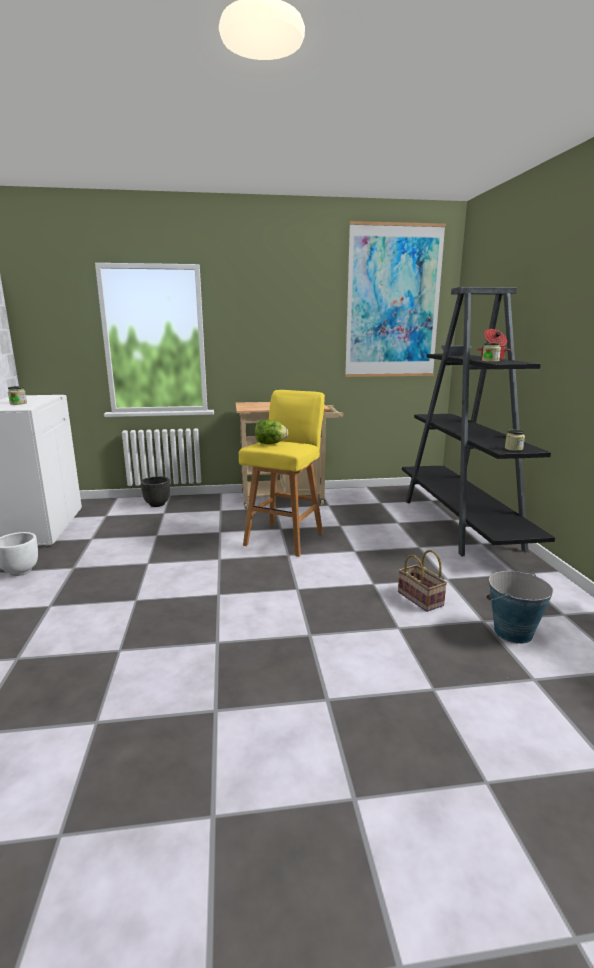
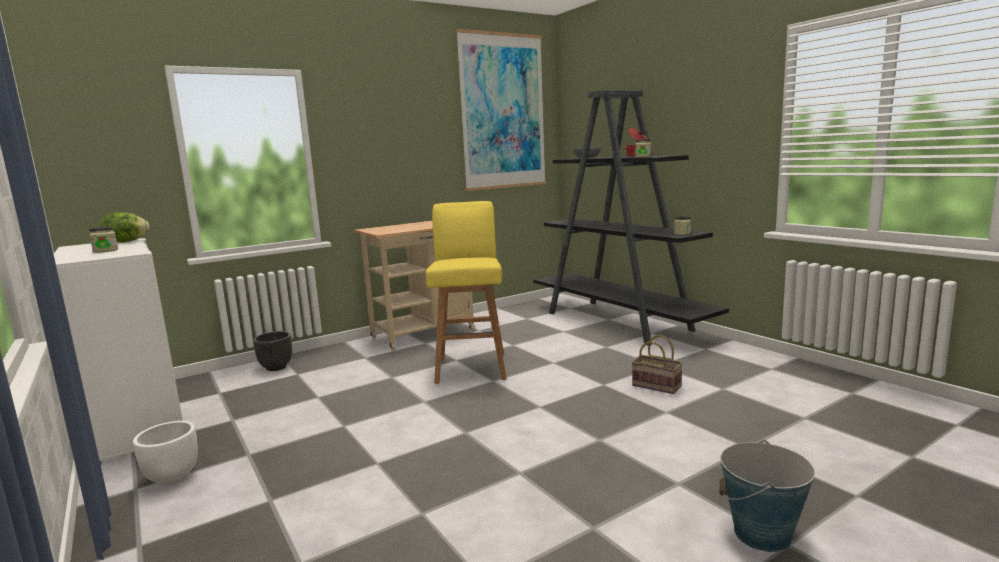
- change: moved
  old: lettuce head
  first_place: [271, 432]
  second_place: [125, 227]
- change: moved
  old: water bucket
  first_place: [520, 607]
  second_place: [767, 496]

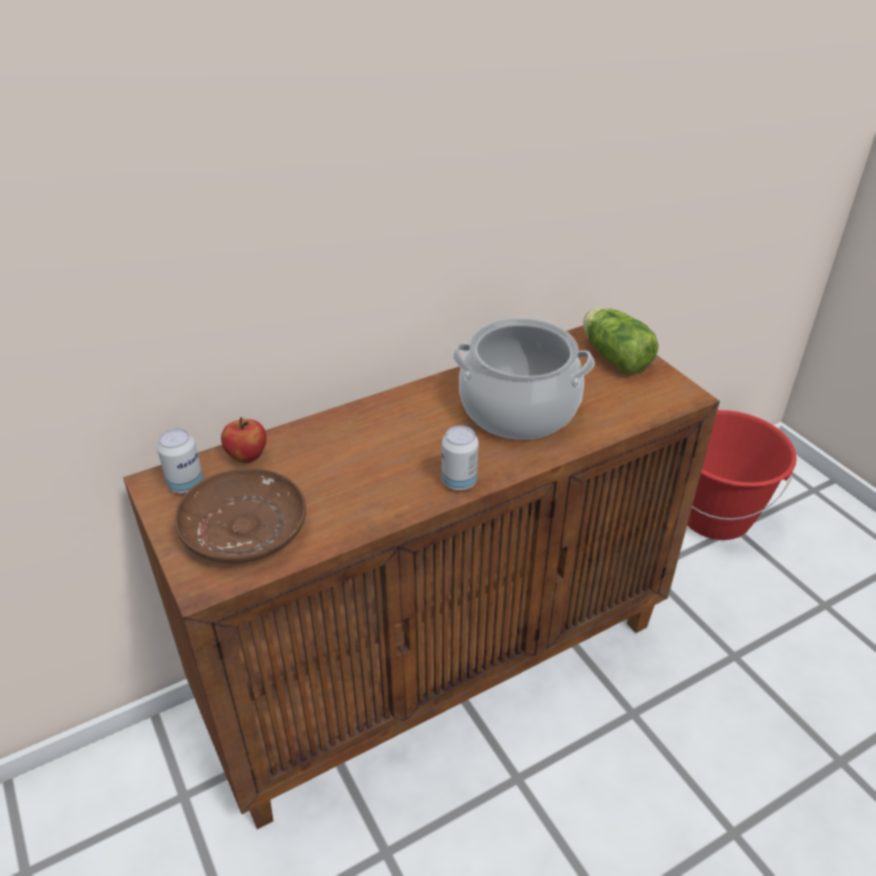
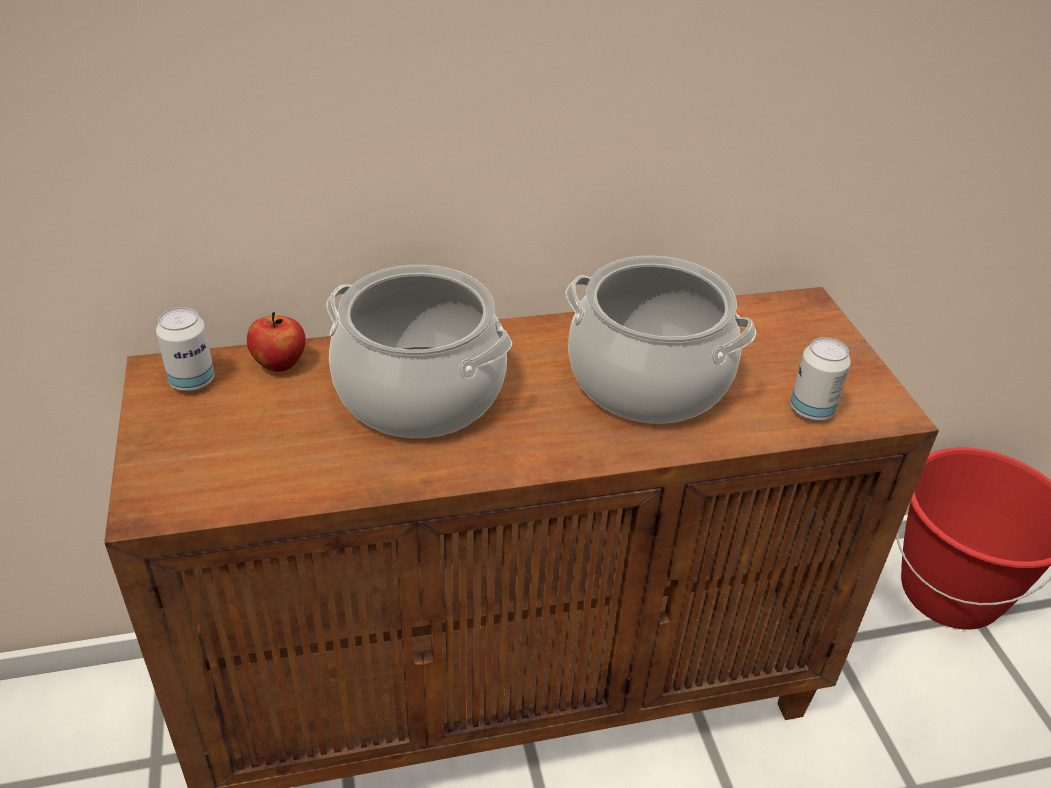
- change: removed
  old: lettuce head
  first_place: [621, 340]
- change: moved
  old: sealed can
  first_place: [460, 457]
  second_place: [820, 379]
- change: removed
  old: brown dinner plate
  first_place: [240, 515]
- change: added
  new: saucepot
  second_place: [419, 351]

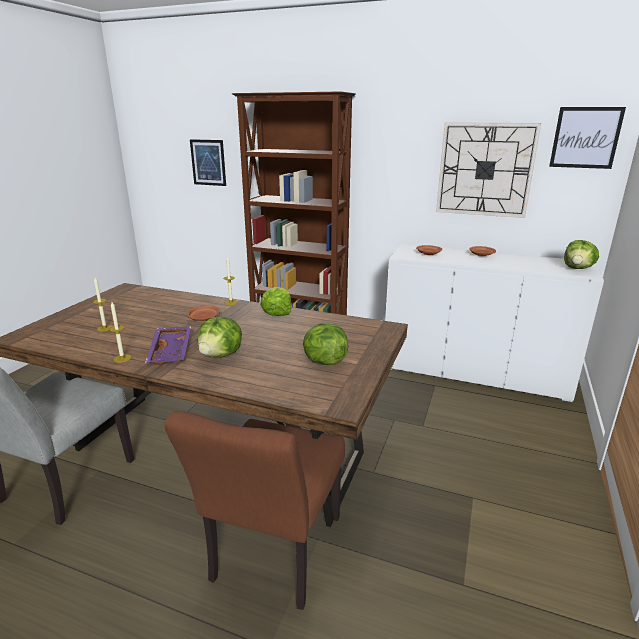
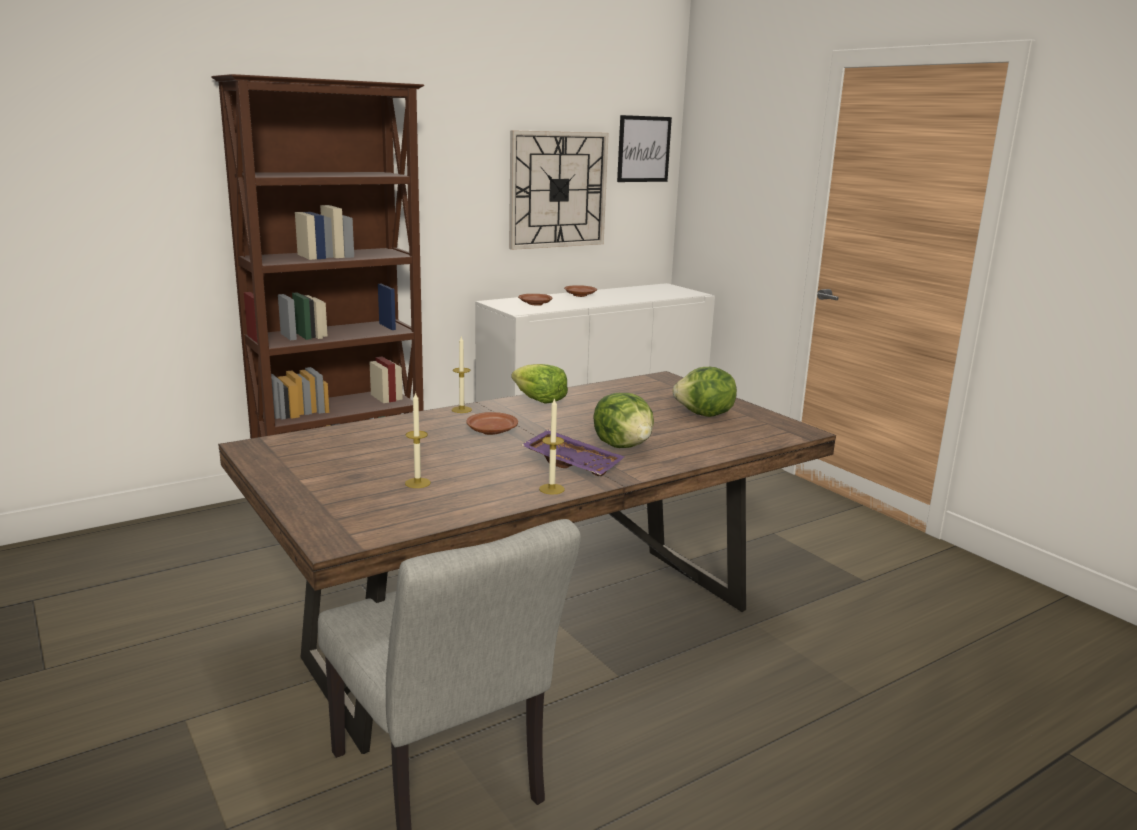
- change: removed
  old: picture
  first_place: [208, 162]
- change: removed
  old: lettuce head
  first_place: [581, 254]
- change: removed
  old: brown chair
  first_place: [254, 510]

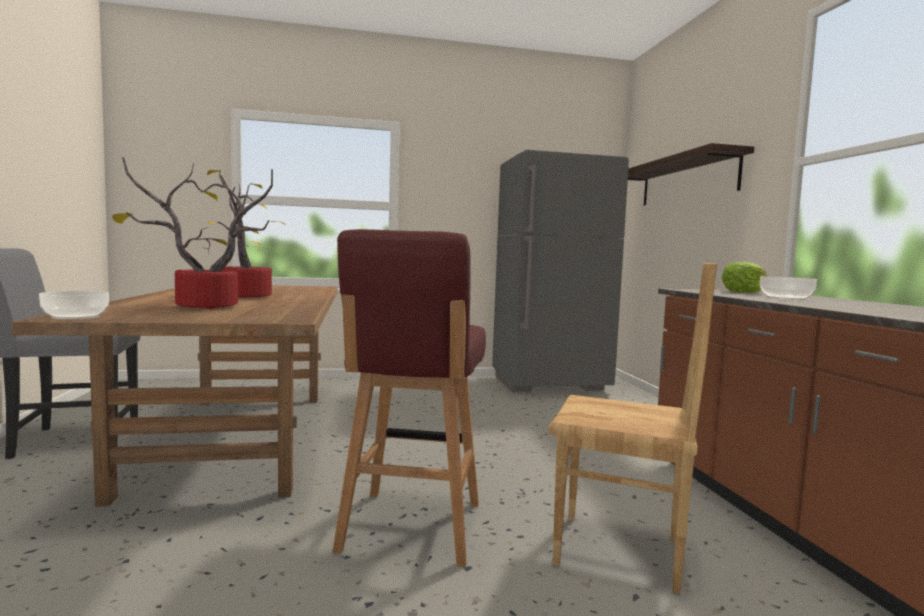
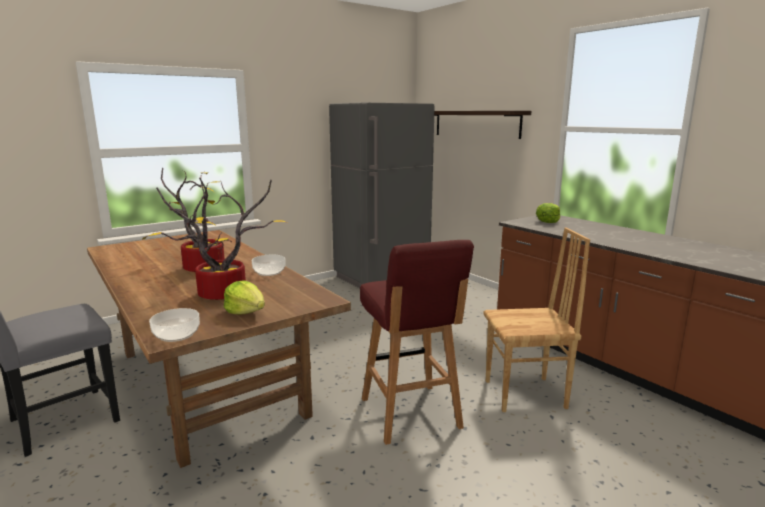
- change: moved
  old: bowl
  first_place: [788, 288]
  second_place: [269, 265]
- change: added
  new: lettuce head
  second_place: [244, 297]

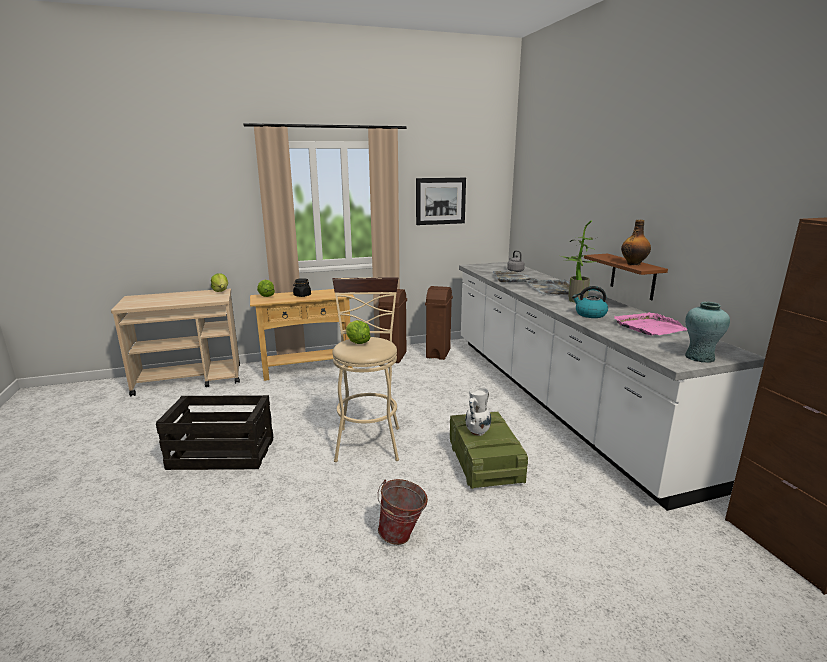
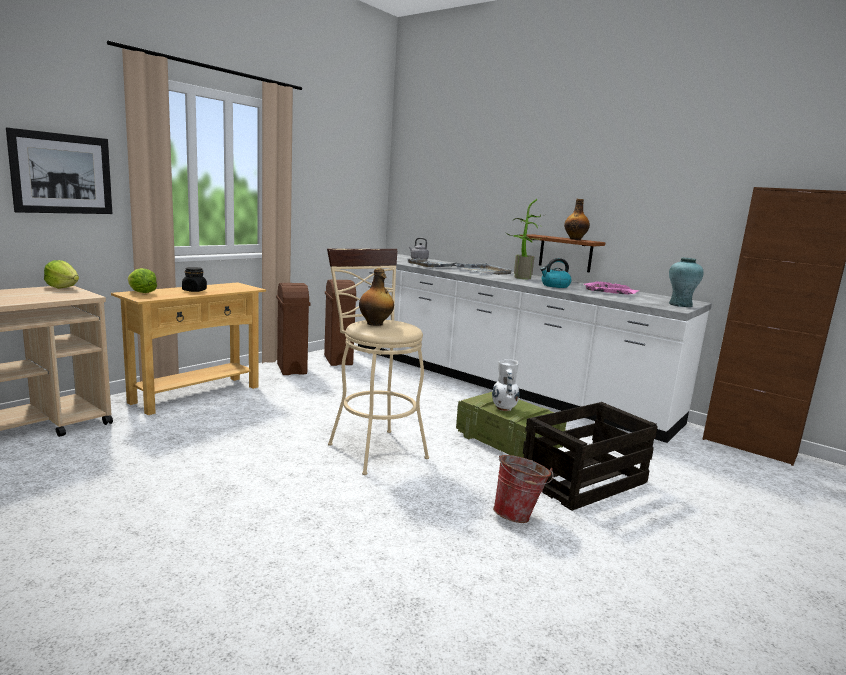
- change: moved
  old: picture
  first_place: [441, 201]
  second_place: [59, 170]
- change: replaced
  old: lettuce head
  new: bottle
  first_place: [358, 332]
  second_place: [376, 297]
- change: moved
  old: crate
  first_place: [215, 432]
  second_place: [590, 456]

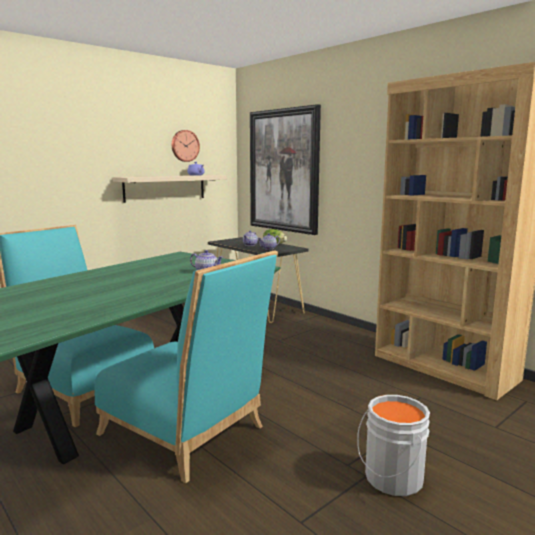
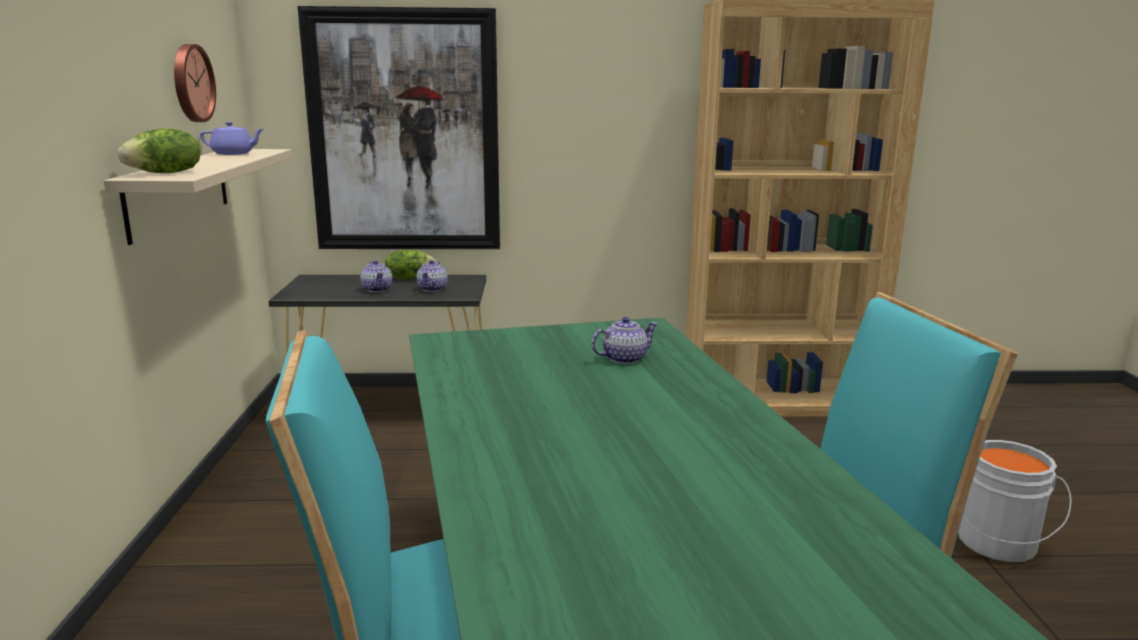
- change: added
  new: lettuce head
  second_place: [159, 150]

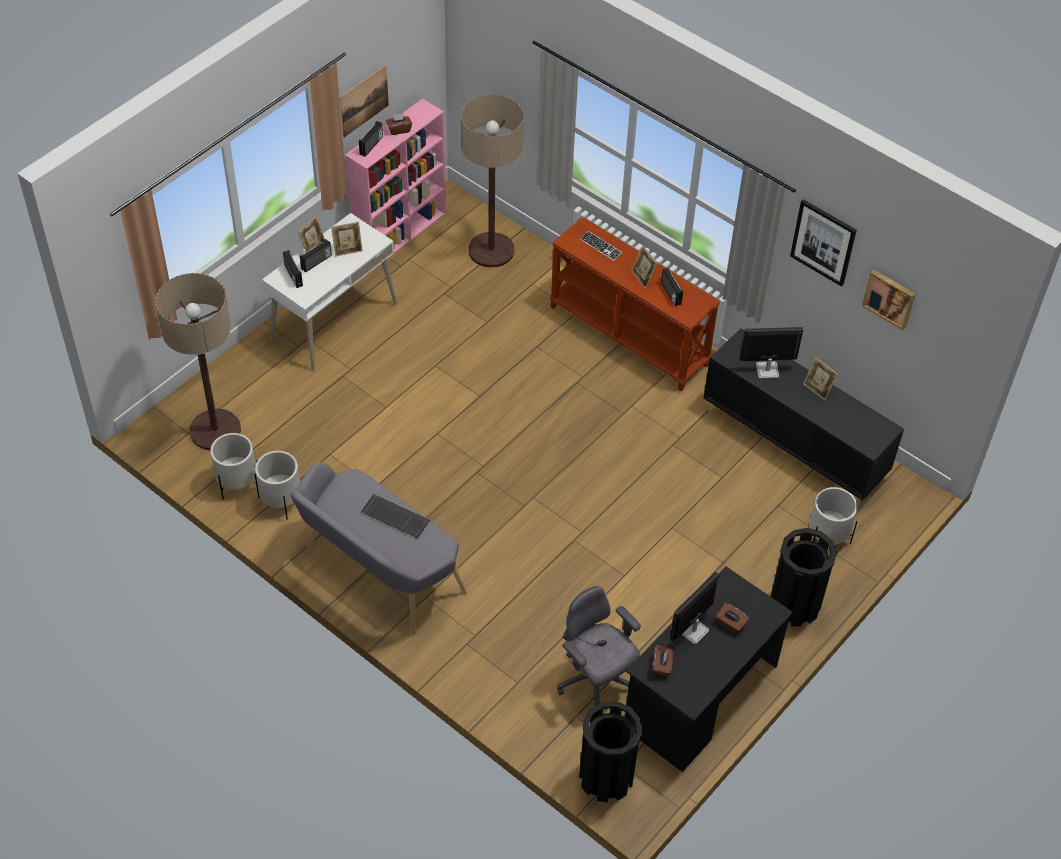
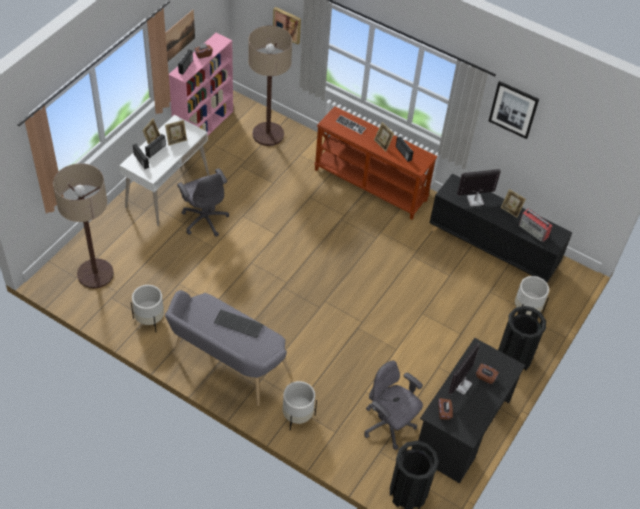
- change: moved
  old: picture
  first_place: [888, 300]
  second_place: [287, 26]
- change: moved
  old: white planter
  first_place: [233, 466]
  second_place: [300, 406]
- change: added
  new: greyish office chair
  second_place: [203, 202]
- change: added
  new: radio
  second_place: [535, 225]

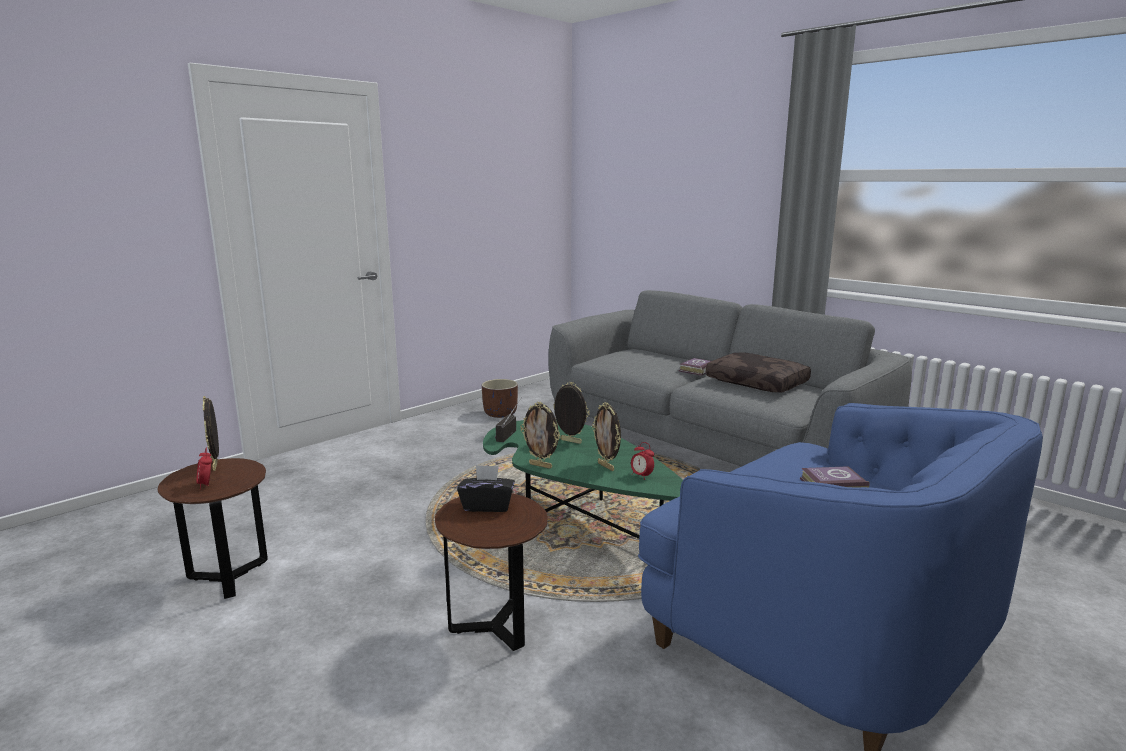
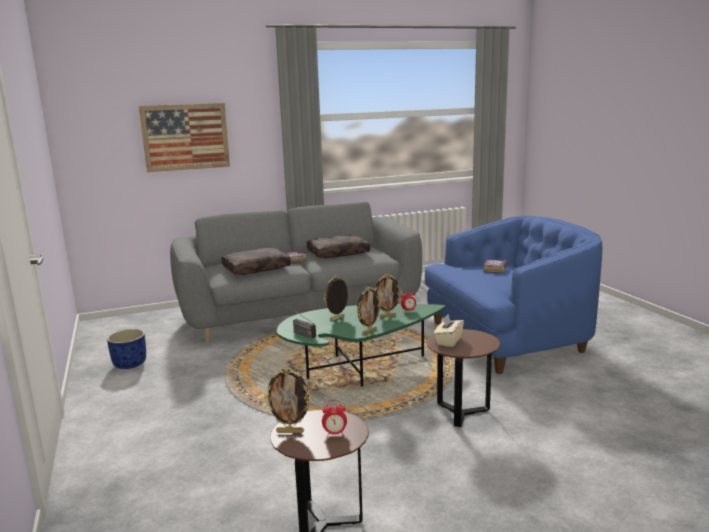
- change: recoloured
  old: brown planter
  new: blue-coloured planter
  first_place: [500, 398]
  second_place: [126, 349]
- change: recoloured
  old: blackish tissue box
  new: beige tissue box
  first_place: [486, 488]
  second_place: [449, 330]
- change: added
  new: picture
  second_place: [184, 137]
- change: added
  new: brown cushion
  second_place: [256, 261]

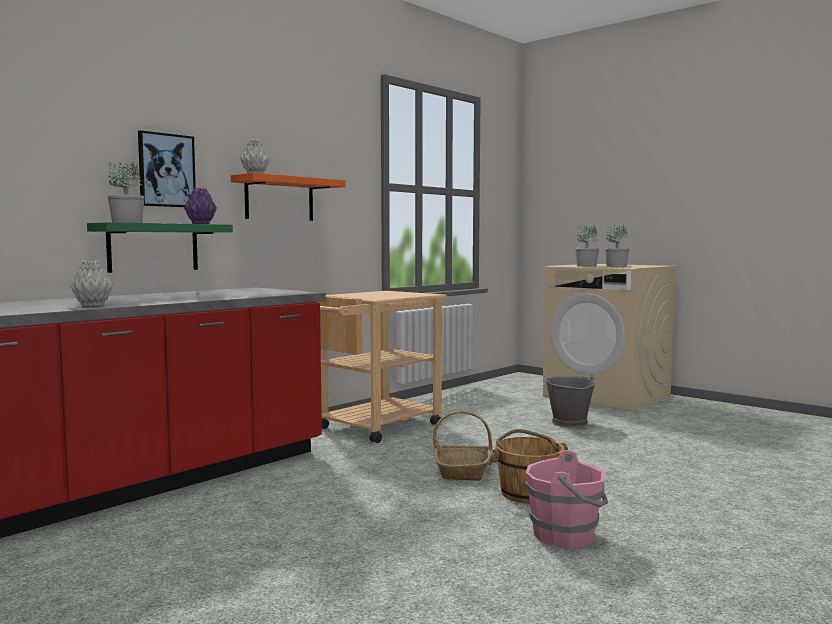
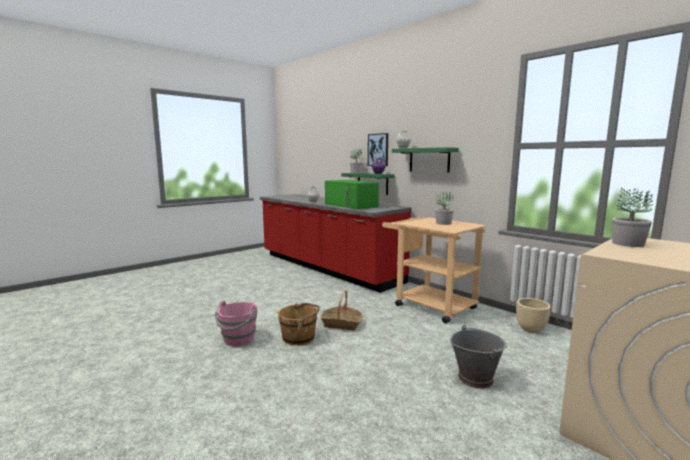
- change: recoloured
  old: orange shelf
  new: green-coloured shelf
  first_place: [288, 197]
  second_place: [425, 159]
- change: moved
  old: plant in a pot
  first_place: [617, 245]
  second_place: [444, 208]
- change: added
  new: green-coloured microwave oven
  second_place: [352, 195]
- change: added
  new: beige planter
  second_place: [533, 315]

